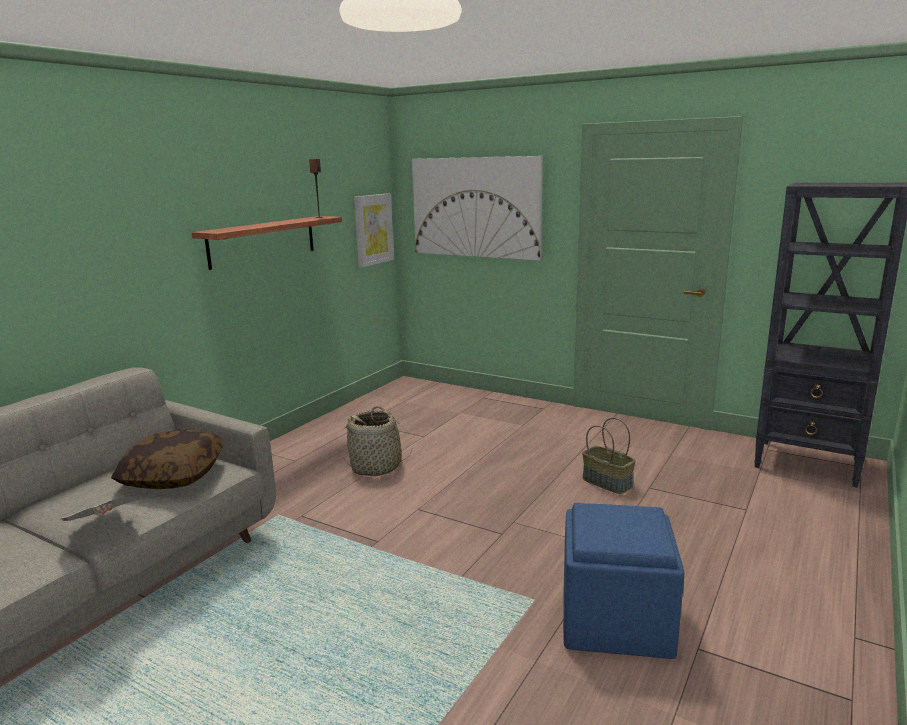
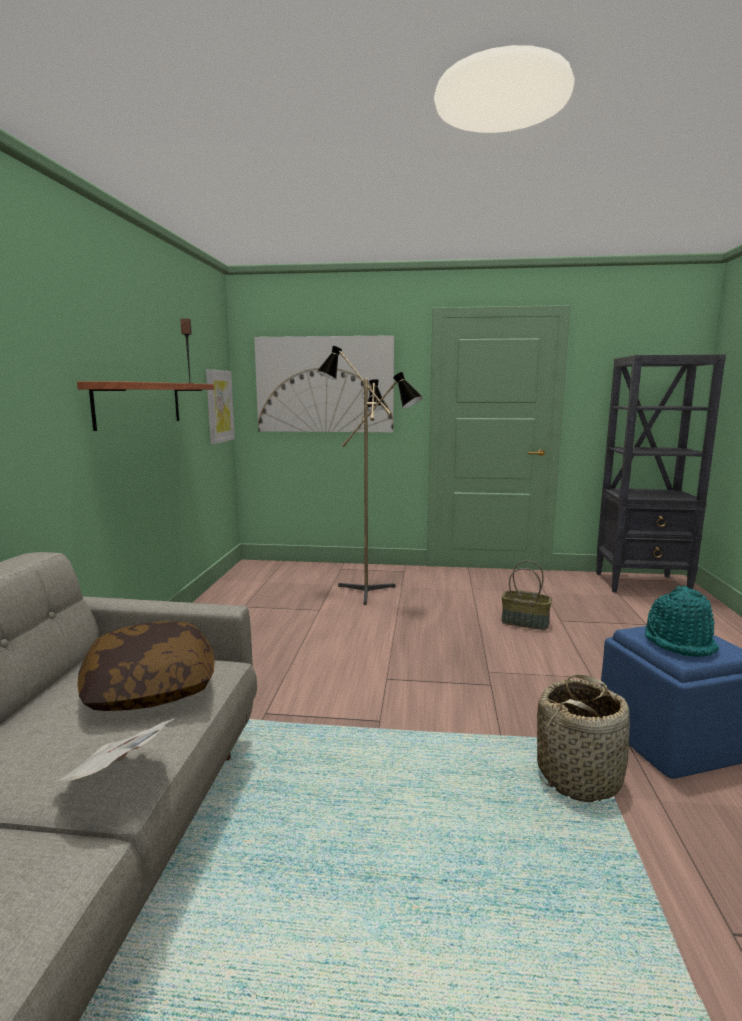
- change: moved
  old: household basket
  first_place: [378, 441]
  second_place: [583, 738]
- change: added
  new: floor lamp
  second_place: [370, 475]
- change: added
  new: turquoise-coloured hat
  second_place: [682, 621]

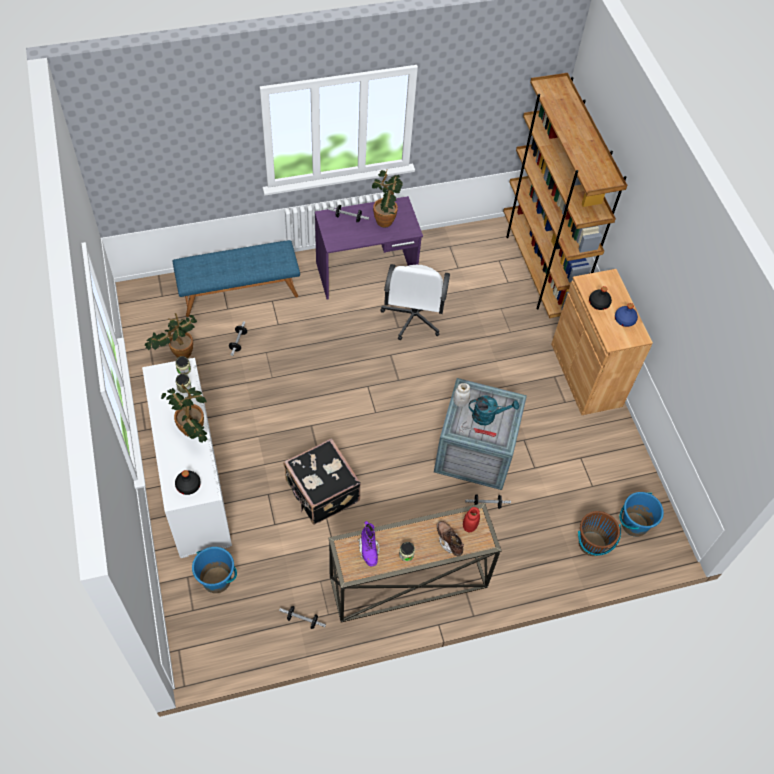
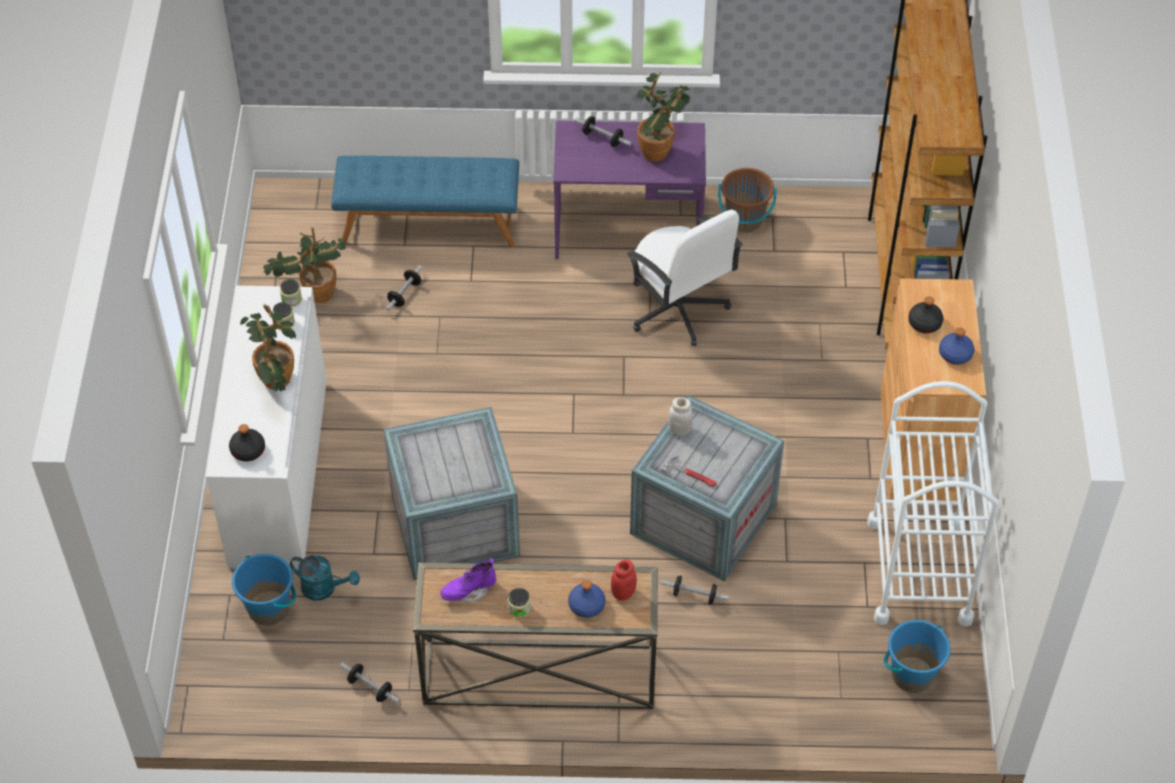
- change: turned
  old: white office chair
  first_place: [415, 302]
  second_place: [684, 278]
  degrees: -60
- change: moved
  old: turquoise-coloured sprinkling can
  first_place: [494, 410]
  second_place: [325, 578]
- change: replaced
  old: blackish piece of luggage
  new: crate
  first_place: [322, 481]
  second_place: [451, 493]
- change: moved
  old: brown water bucket
  first_place: [599, 533]
  second_place: [747, 200]
- change: turned
  old: purple tall boot
  first_place: [369, 544]
  second_place: [468, 580]
  degrees: 60
- change: replaced
  old: brown tall boot
  new: blue-coloured bottle
  first_place: [450, 538]
  second_place: [586, 599]
- change: added
  new: white trolley
  second_place: [933, 503]

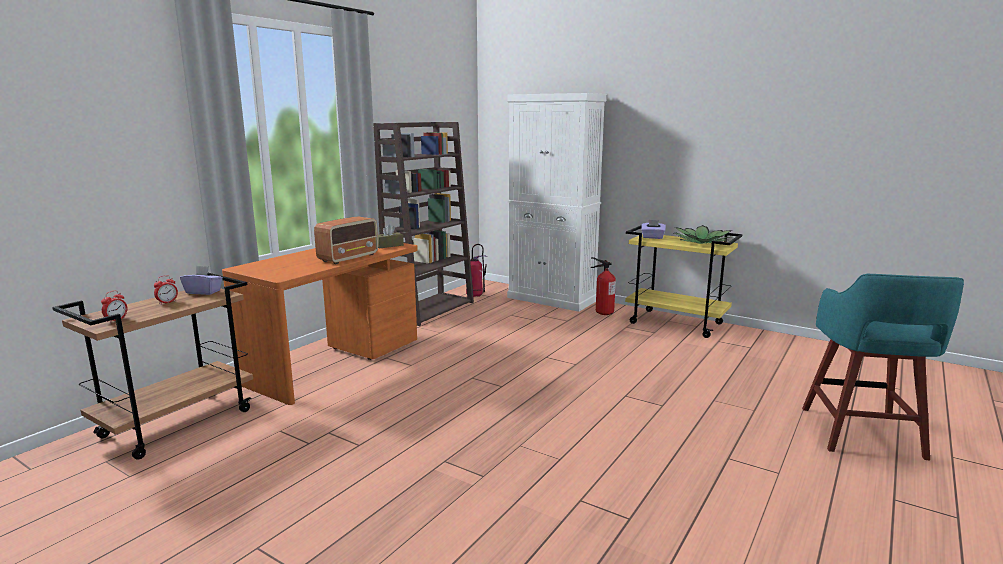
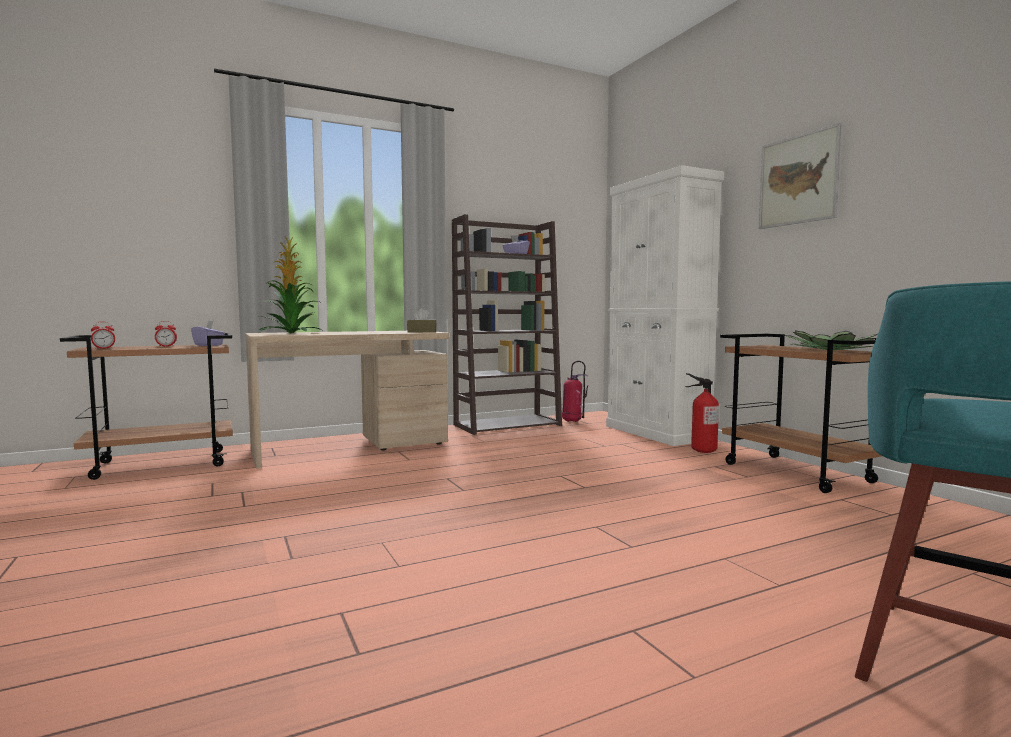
- change: removed
  old: radio
  first_place: [346, 240]
- change: moved
  old: purple tissue box
  first_place: [653, 229]
  second_place: [516, 244]
- change: recoloured
  old: yellowish trolley
  new: brown trolley
  first_place: [683, 281]
  second_place: [801, 413]
- change: recoloured
  old: orange desk unit
  new: beige desk unit
  first_place: [320, 324]
  second_place: [347, 399]
- change: added
  new: picture
  second_place: [800, 176]
- change: added
  new: plant in a pot
  second_place: [289, 285]

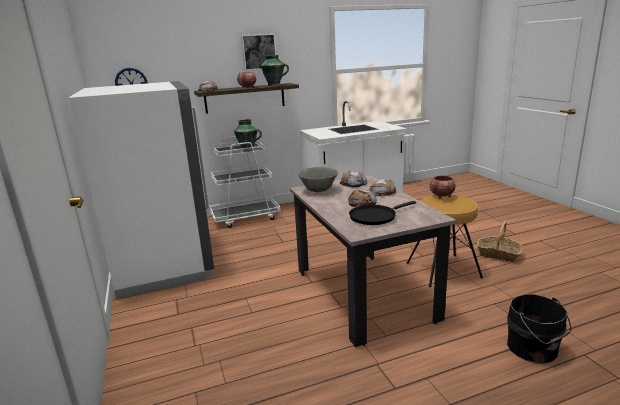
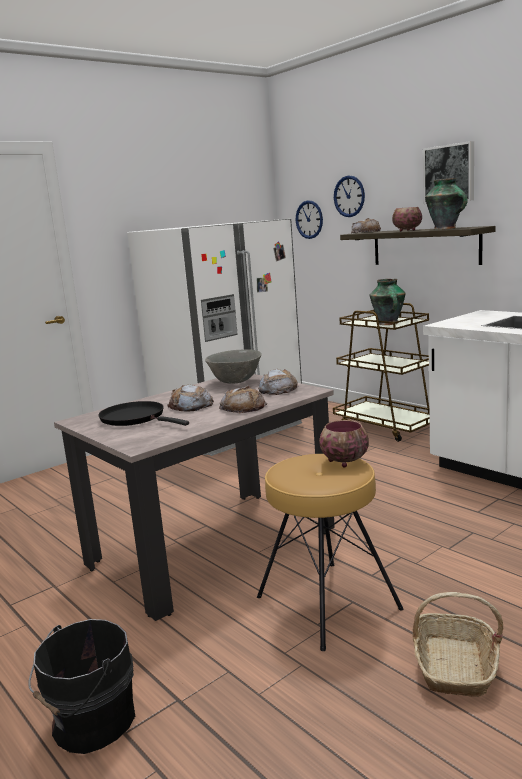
- change: recoloured
  old: white trolley
  new: brown trolley
  first_place: [245, 182]
  second_place: [381, 372]
- change: added
  new: clock on the wall
  second_place: [349, 196]

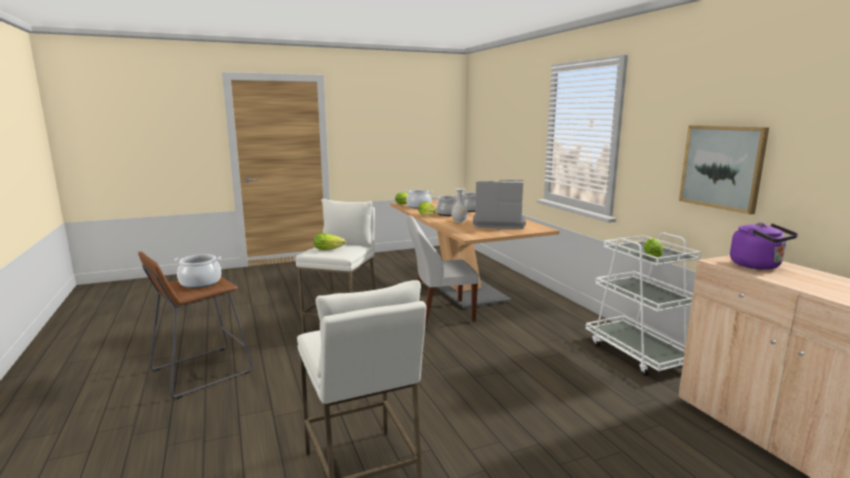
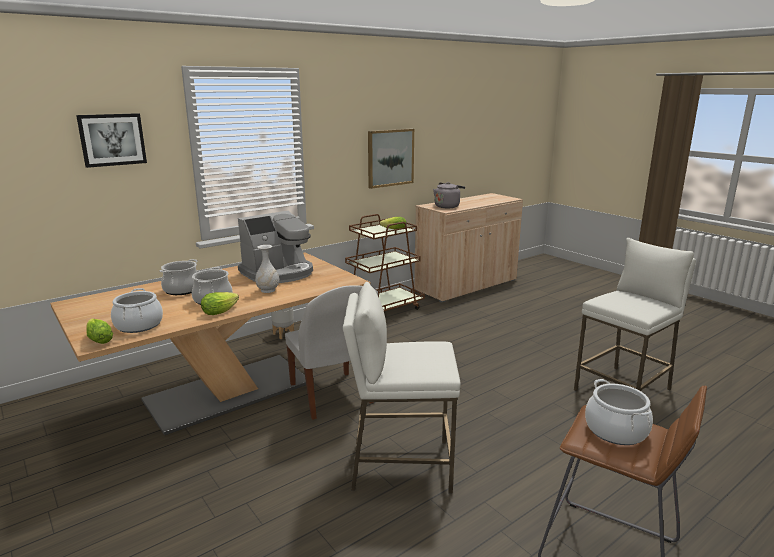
- change: turned
  old: coffee brewer
  first_place: [499, 204]
  second_place: [275, 247]
  degrees: -120
- change: recoloured
  old: purple tea kettle
  new: greyish tea kettle
  first_place: [764, 246]
  second_place: [449, 195]
- change: recoloured
  old: white trolley
  new: brown trolley
  first_place: [643, 304]
  second_place: [385, 262]
- change: removed
  old: lettuce head
  first_place: [330, 241]
- change: added
  new: picture
  second_place: [111, 140]
- change: added
  new: greyish planter
  second_place: [282, 323]

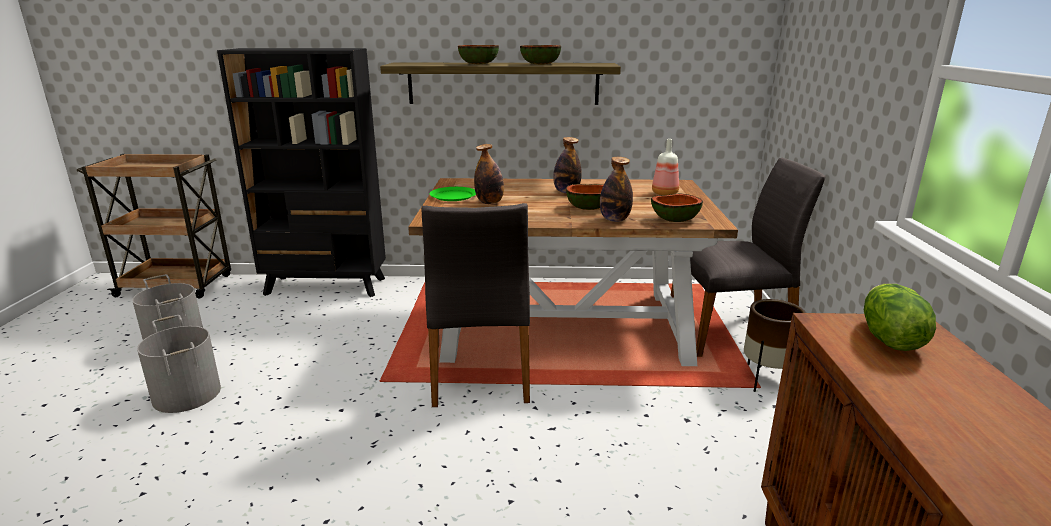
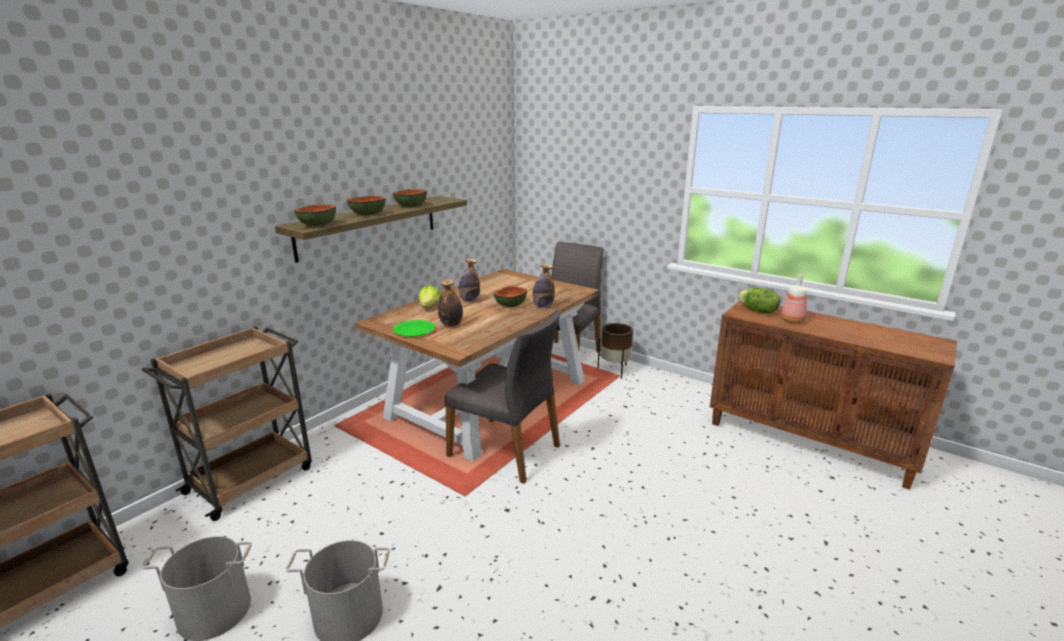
- change: replaced
  old: blackish bookcase
  new: brown trolley
  first_place: [301, 172]
  second_place: [227, 423]
- change: moved
  old: bottle
  first_place: [665, 167]
  second_place: [794, 298]
- change: moved
  old: bowl
  first_place: [677, 208]
  second_place: [315, 215]
- change: added
  new: lettuce head
  second_place: [430, 296]

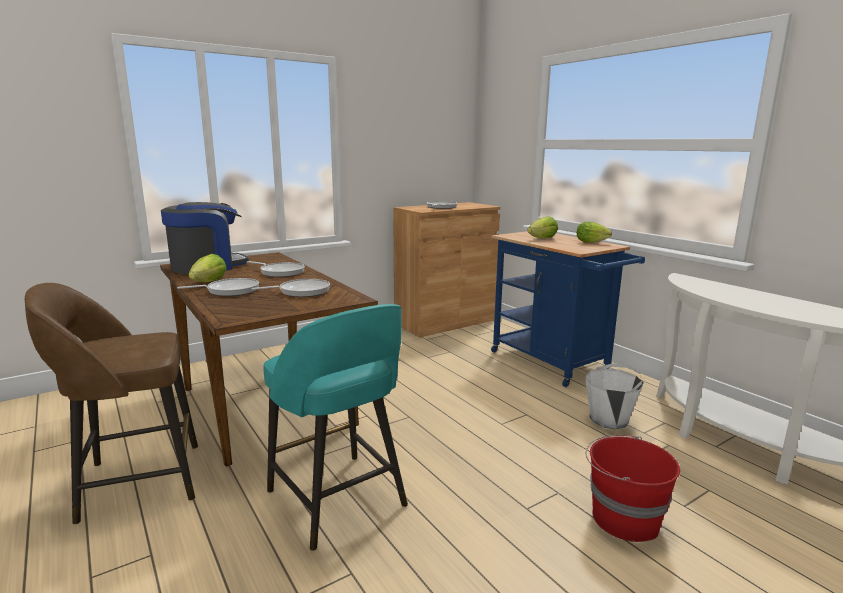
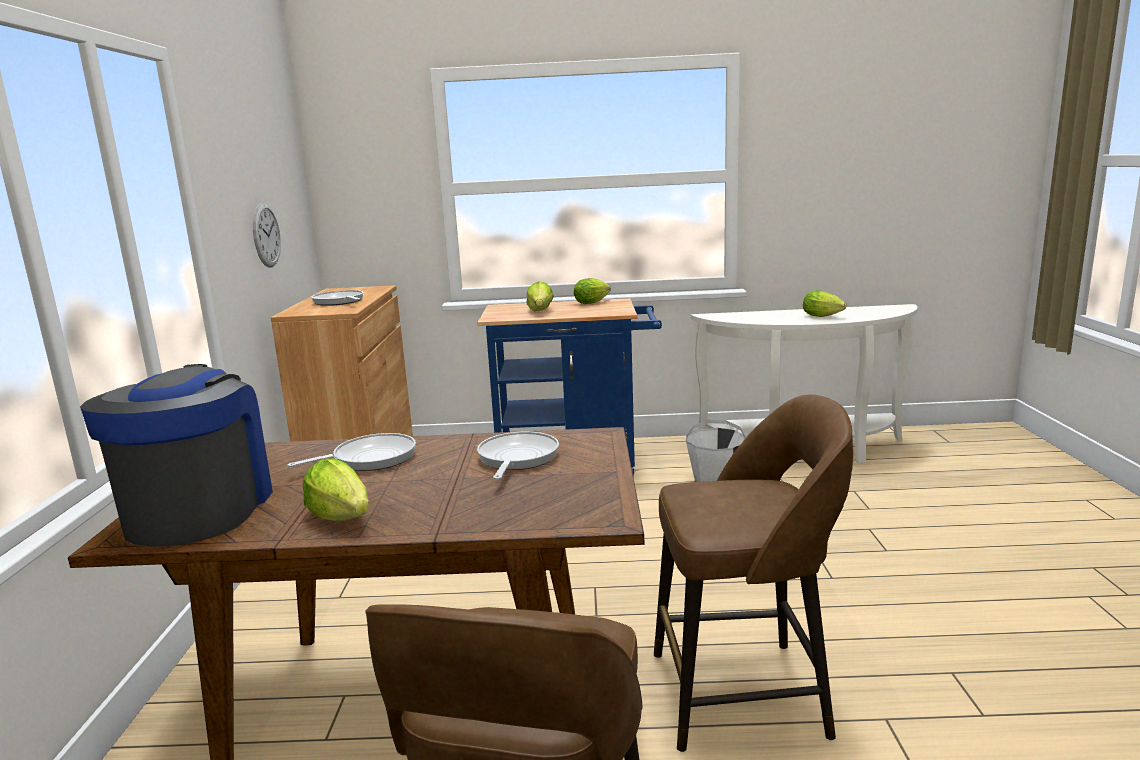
- change: removed
  old: pan
  first_place: [218, 287]
- change: recoloured
  old: turquoise-coloured stool seat
  new: brown stool seat
  first_place: [336, 427]
  second_place: [753, 573]
- change: removed
  old: red water bucket
  first_place: [633, 488]
- change: added
  new: clock on the wall
  second_place: [267, 235]
- change: added
  new: lettuce head
  second_place: [824, 303]

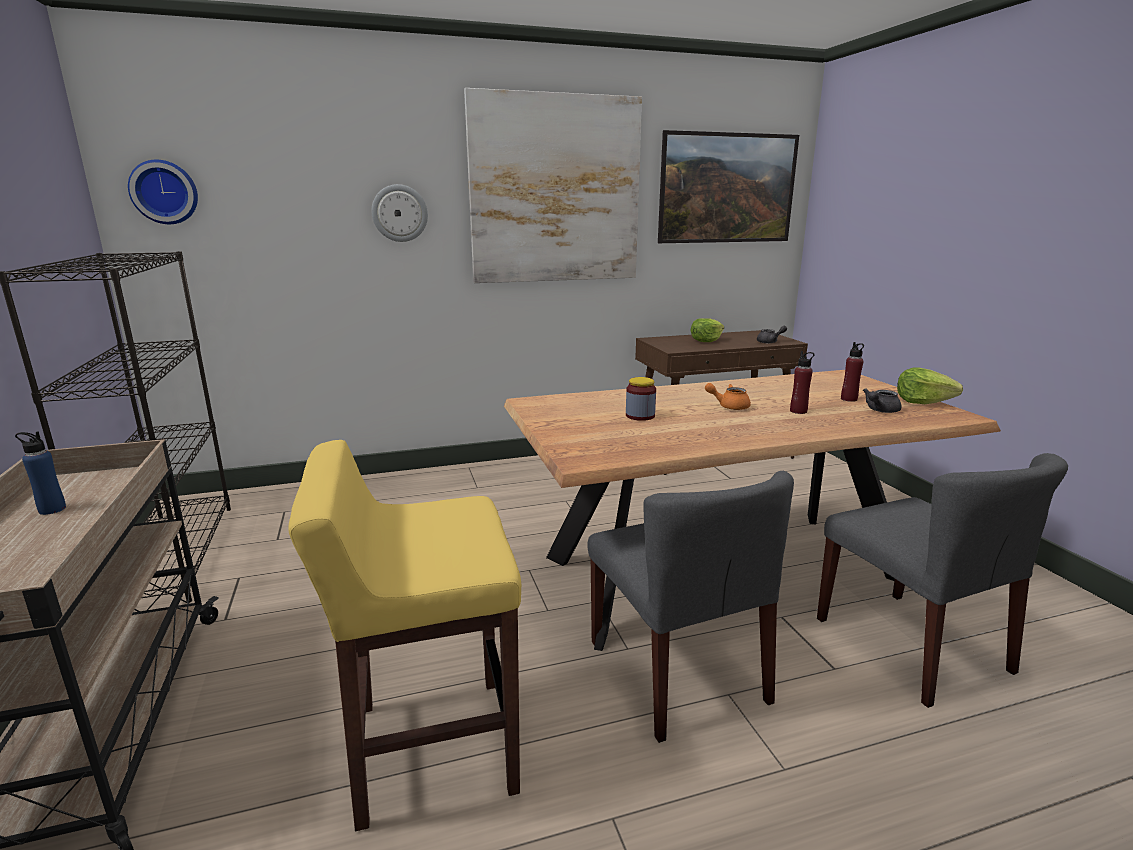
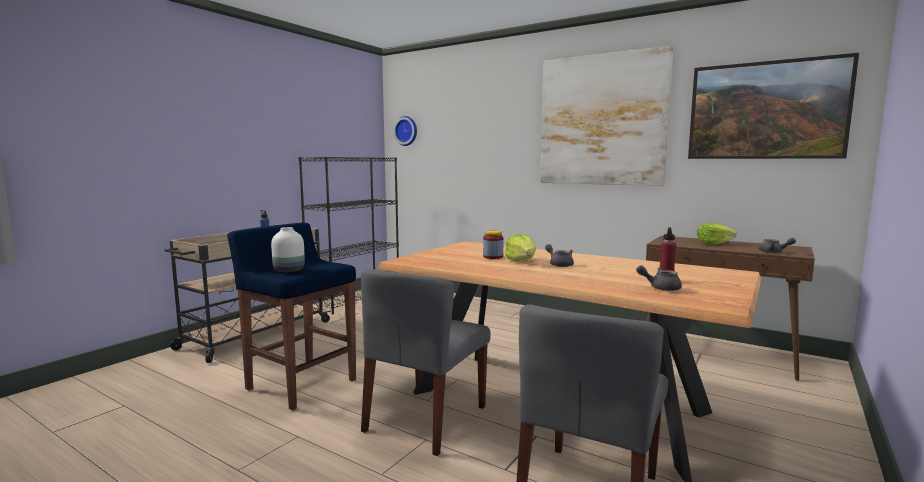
- change: removed
  old: clock on the wall
  first_place: [400, 213]
- change: removed
  old: red bottle
  first_place: [802, 382]
- change: moved
  old: lettuce head
  first_place: [930, 386]
  second_place: [520, 247]
- change: recoloured
  old: orange teapot
  new: greyish teapot
  first_place: [728, 396]
  second_place: [559, 255]
- change: recoloured
  old: yellowish stool seat
  new: blue-coloured stool seat
  first_place: [404, 635]
  second_place: [291, 316]
- change: added
  new: white decorative vase
  second_place: [288, 249]

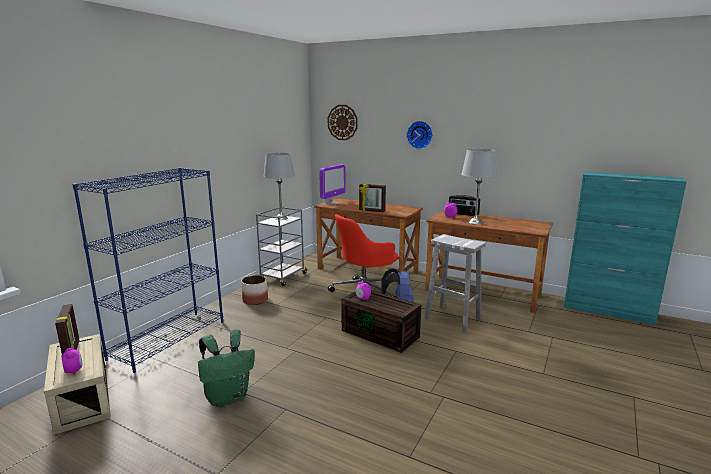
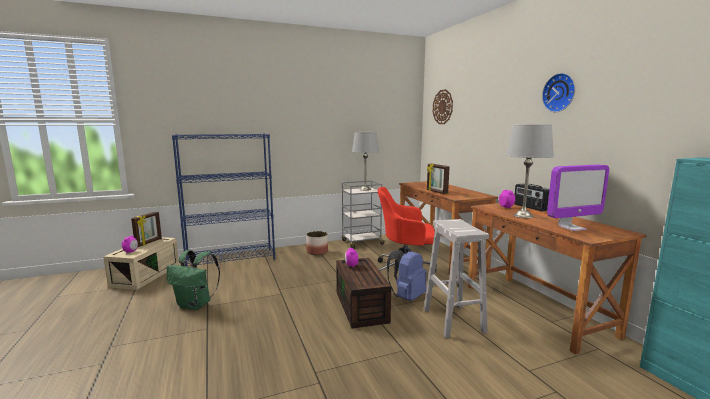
- change: moved
  old: clock on the wall
  first_place: [419, 135]
  second_place: [558, 92]
- change: moved
  old: computer screen
  first_place: [332, 184]
  second_place: [578, 198]

